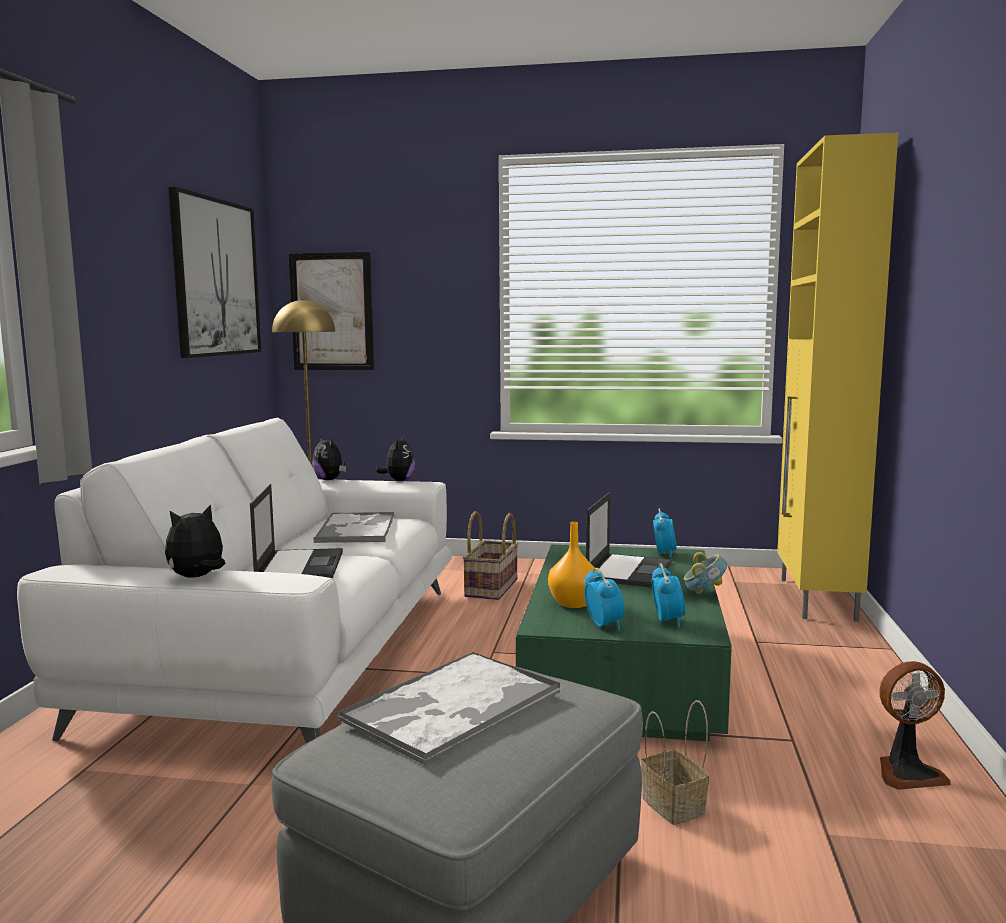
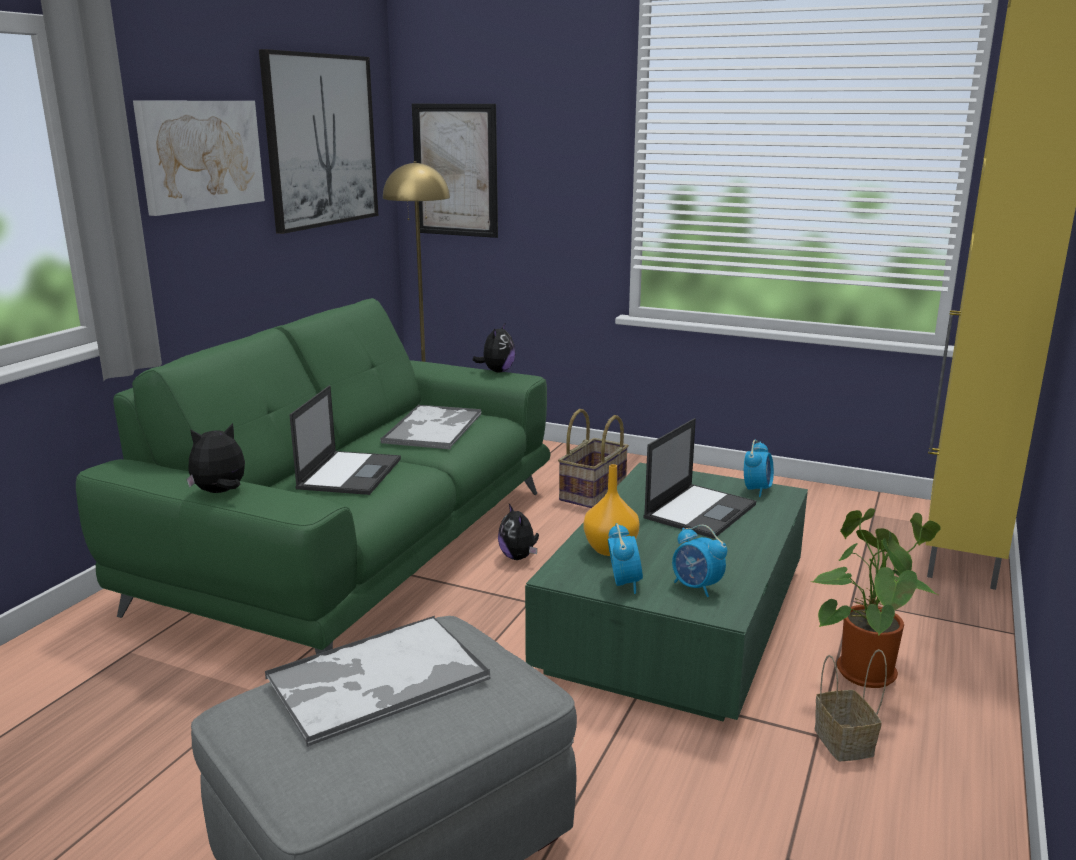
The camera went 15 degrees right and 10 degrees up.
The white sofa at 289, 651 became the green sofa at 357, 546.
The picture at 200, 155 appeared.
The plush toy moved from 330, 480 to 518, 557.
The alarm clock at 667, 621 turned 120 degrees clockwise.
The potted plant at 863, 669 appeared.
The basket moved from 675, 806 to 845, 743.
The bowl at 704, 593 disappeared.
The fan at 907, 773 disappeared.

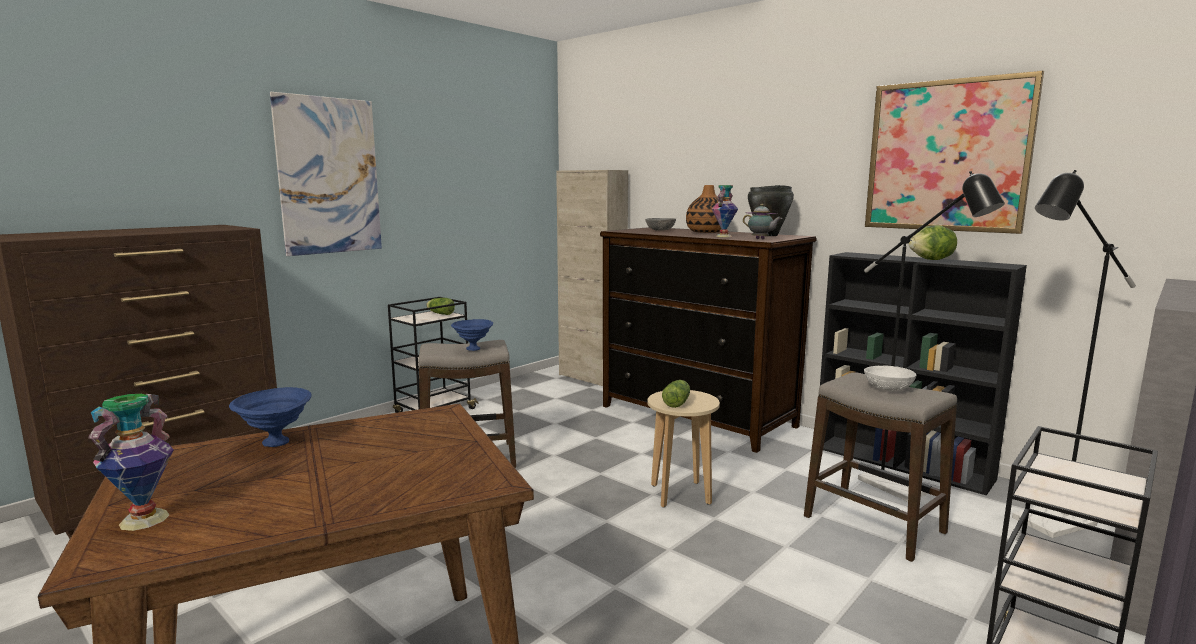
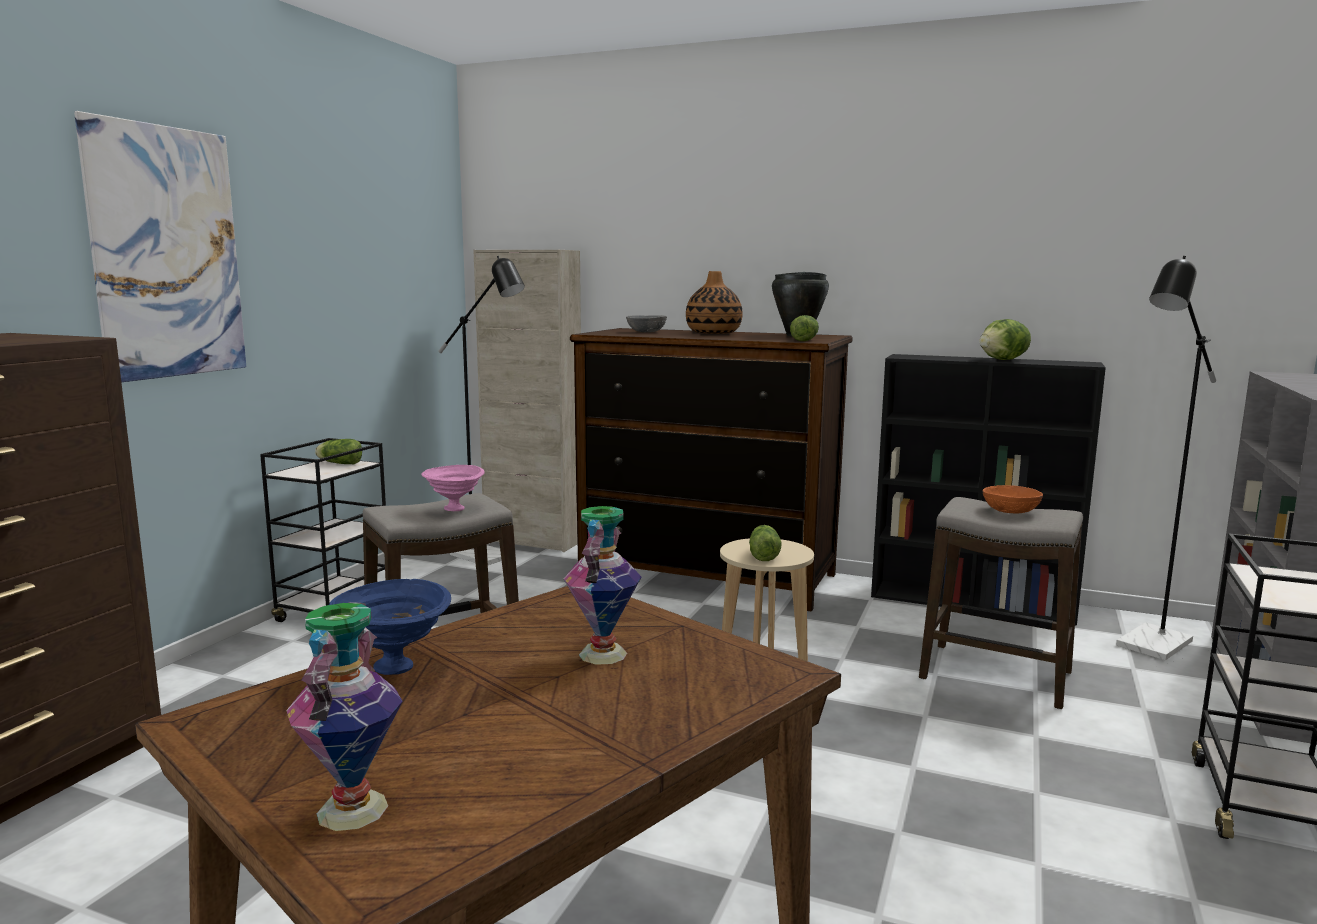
The camera went 20 degrees left and 0 degrees up.
The blue bowl at 473, 349 became the pink bowl at 455, 509.
The black floor lamp moved from 905, 490 to 489, 558.
The vase moved from 724, 236 to 604, 654.
The teapot at 761, 239 was replaced by the lettuce at 805, 340.
The white bowl at 888, 388 became the orange bowl at 1011, 511.
The picture at 947, 156 disappeared.

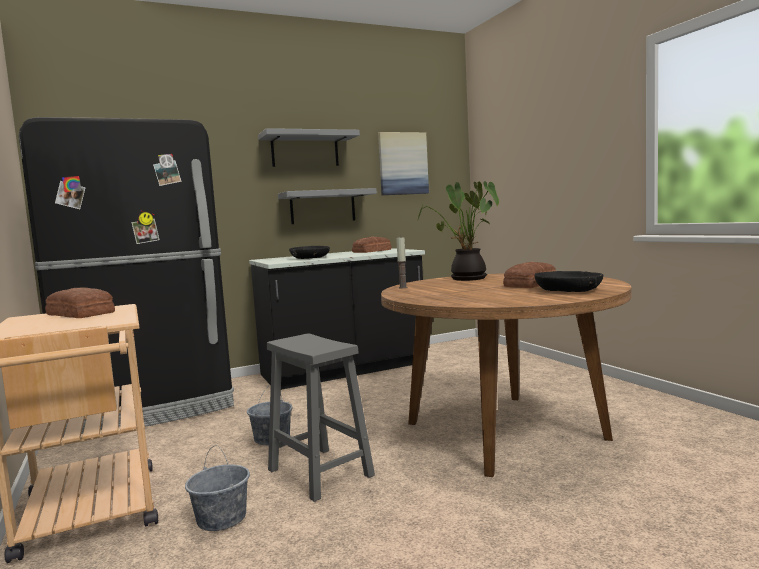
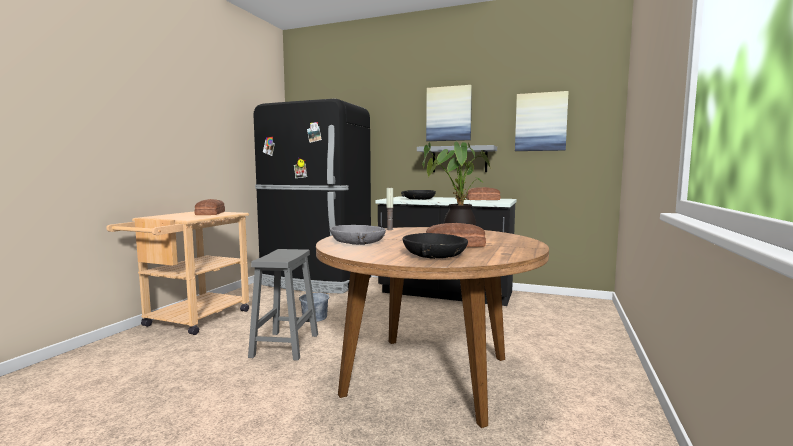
The camera went 45 degrees right and 0 degrees up.
The grey bowl at 358, 242 appeared.
The grey shelf at 305, 150 was replaced by the picture at 448, 114.
The grey bucket at 221, 518 disappeared.

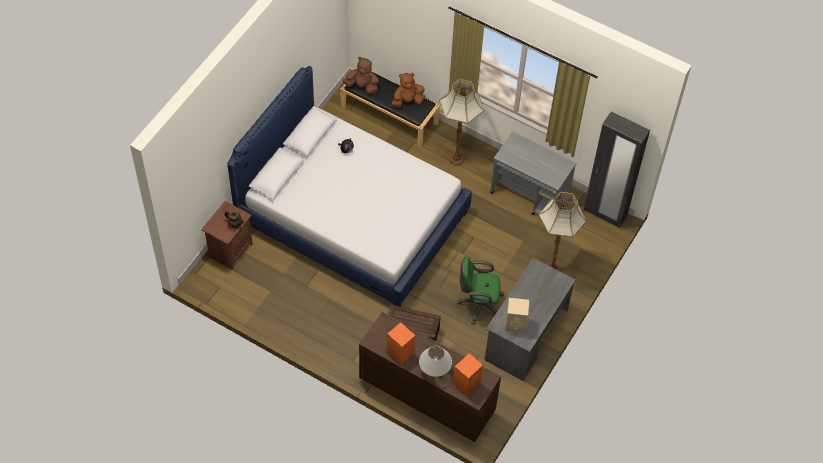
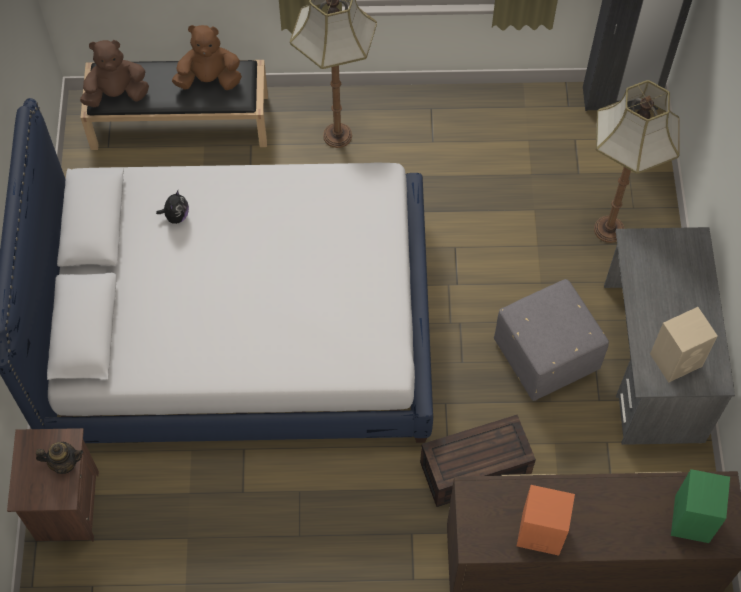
The camera went 30 degrees left and 5 degrees up.
The brown plush toy at 407, 101 turned 45 degrees clockwise.
The green office chair at 479, 305 was replaced by the grey ottoman at 544, 355.
The orange speaker at 467, 382 became the green speaker at 692, 517.
The white table lamp at 434, 370 disappeared.
The grey cart at 530, 196 disappeared.

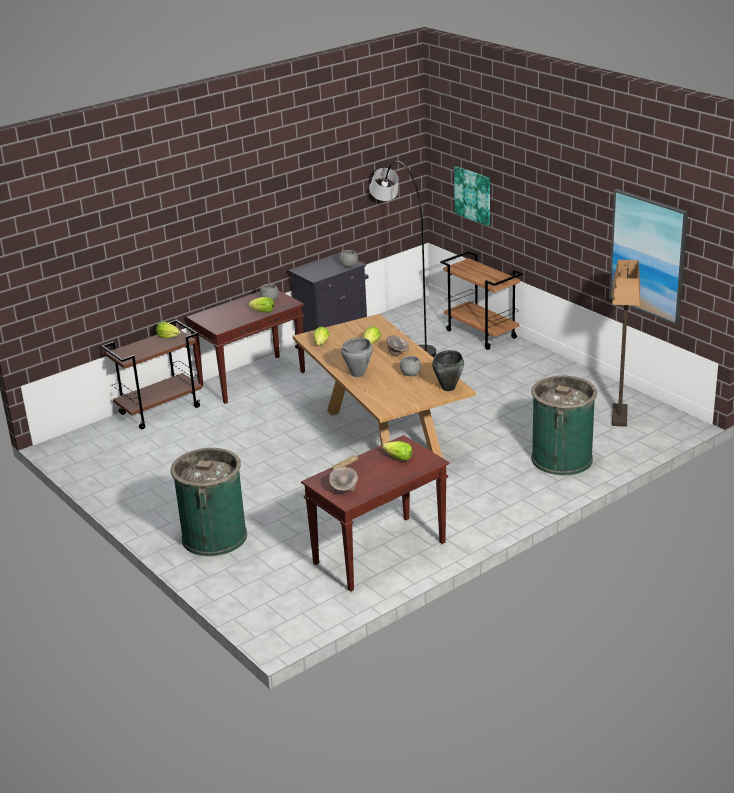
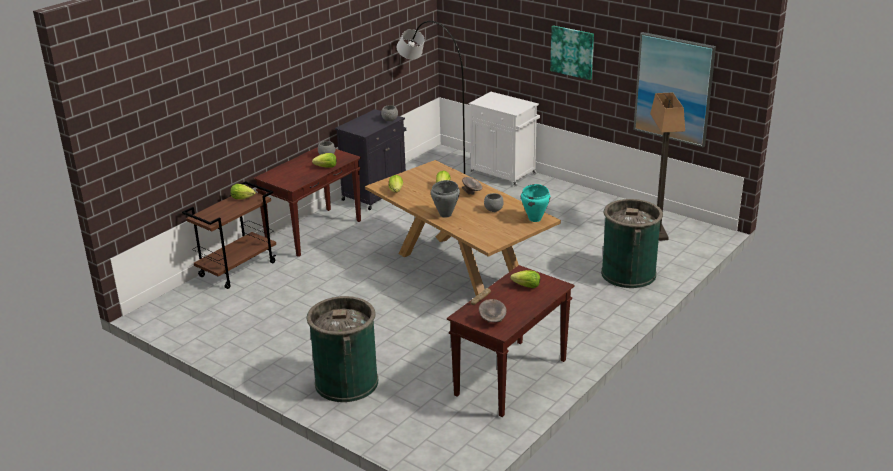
The camera went 15 degrees left and 0 degrees up.
The brown cart at 482, 334 was replaced by the white cabinet at 504, 174.
The black cooking pot at 448, 388 became the turquoise cooking pot at 535, 219.
The picture moved from 473, 195 to 572, 52.

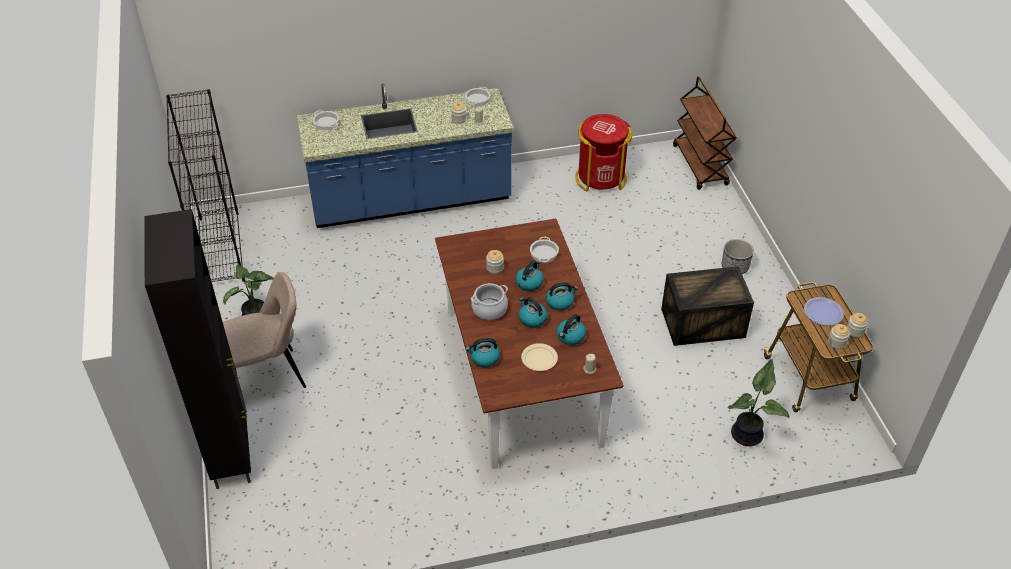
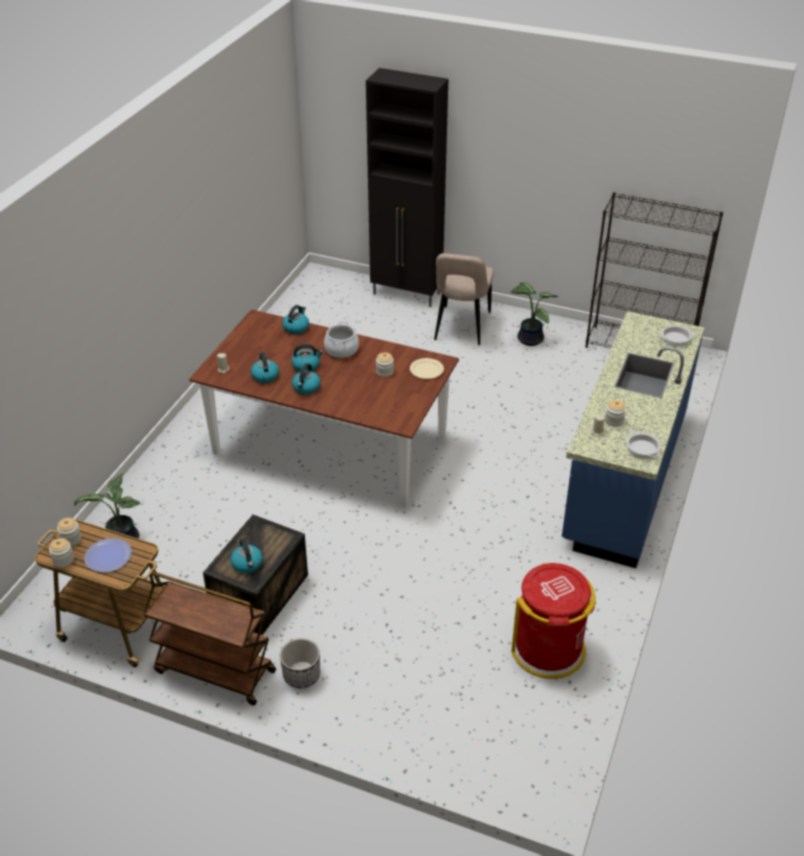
The camera went 125 degrees right and 5 degrees down.
The brown cart moved from 700, 166 to 214, 671.
The kettle moved from 529, 282 to 247, 564.
The beige plate moved from 539, 358 to 426, 370.
The cooking pot at 544, 253 disappeared.

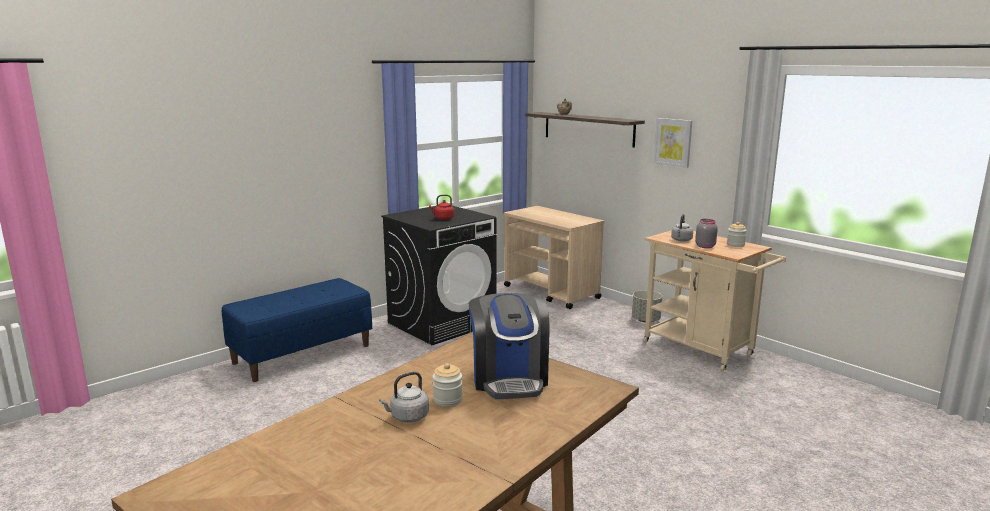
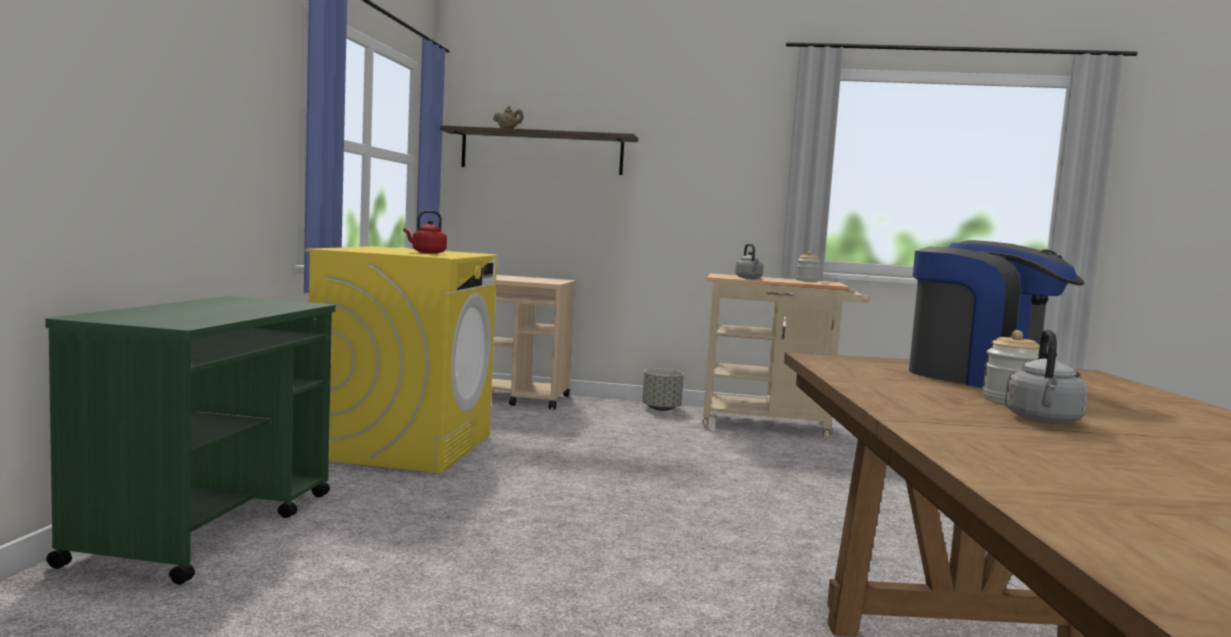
The camera went 40 degrees left and 10 degrees down.
The blue bench at 302, 354 was replaced by the green cart at 209, 526.
The black washing machine at 442, 323 became the yellow washing machine at 404, 446.
The picture at 673, 142 disappeared.
The grey jar at 705, 246 disappeared.

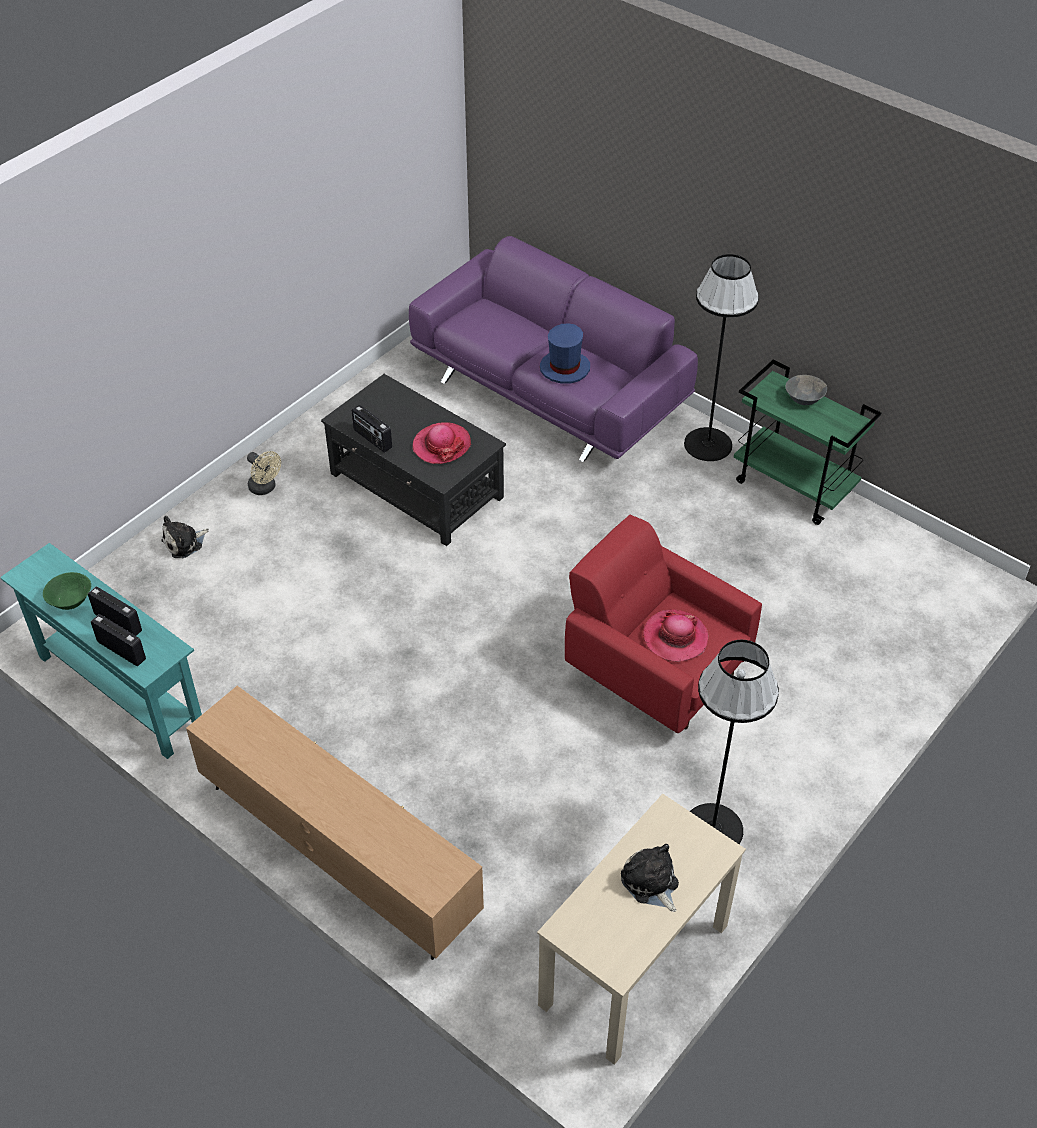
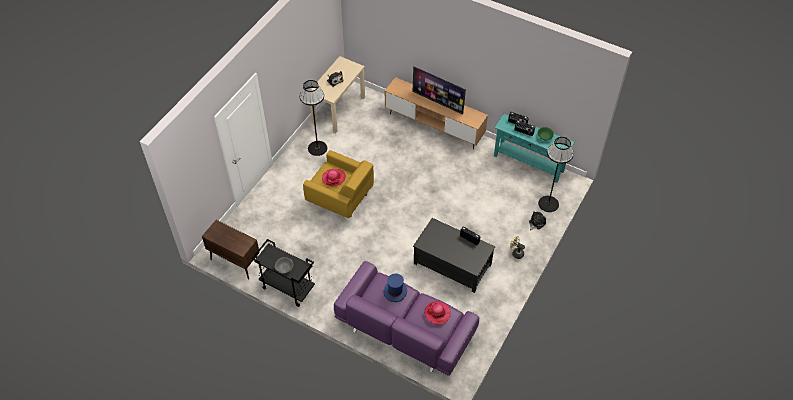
The camera went 170 degrees right and 5 degrees up.
The brown cabinet at 235, 262 appeared.
The green cart at 794, 487 became the black cart at 287, 288.
The red armchair at 655, 668 became the yellow armchair at 341, 198.
The television at 438, 102 appeared.
The hat moved from 441, 445 to 437, 313.
The black floor lamp moved from 708, 444 to 548, 204.

